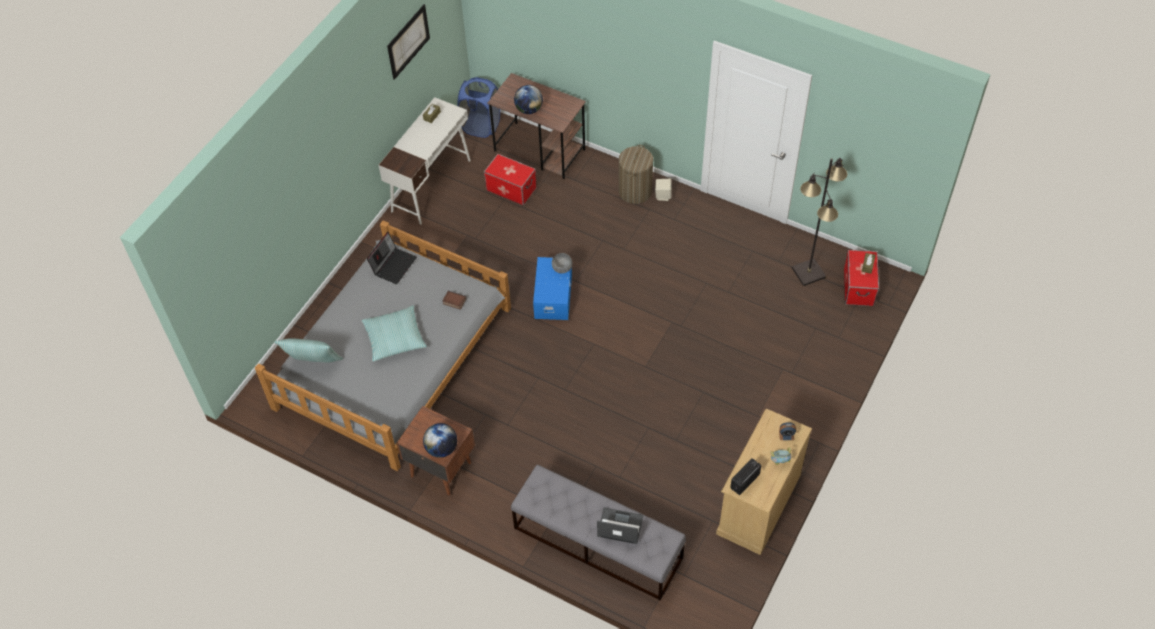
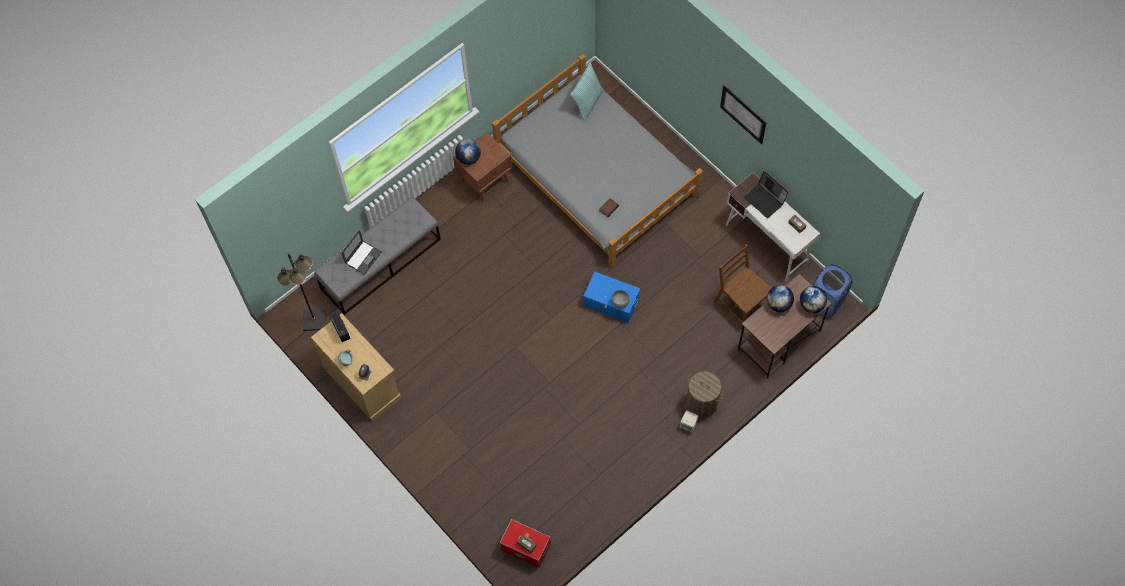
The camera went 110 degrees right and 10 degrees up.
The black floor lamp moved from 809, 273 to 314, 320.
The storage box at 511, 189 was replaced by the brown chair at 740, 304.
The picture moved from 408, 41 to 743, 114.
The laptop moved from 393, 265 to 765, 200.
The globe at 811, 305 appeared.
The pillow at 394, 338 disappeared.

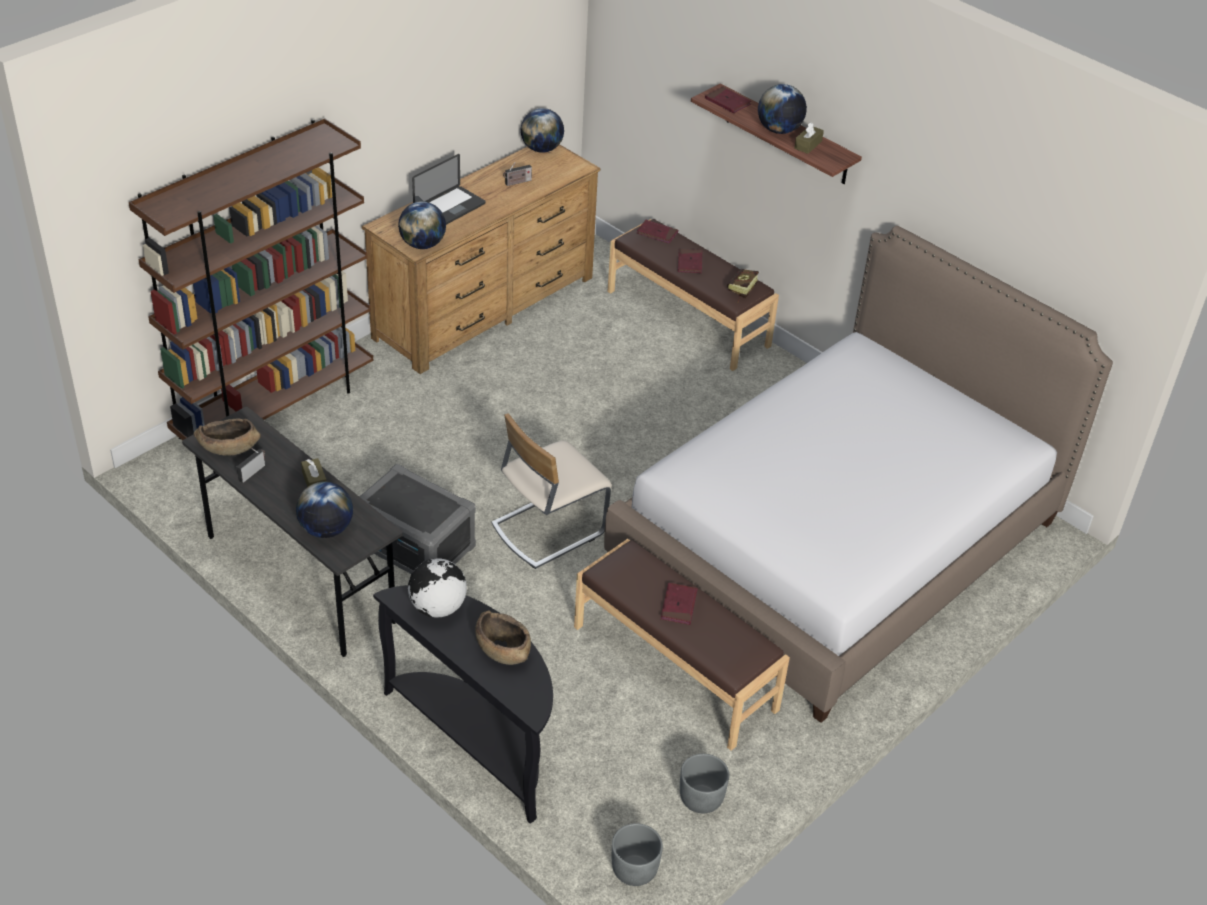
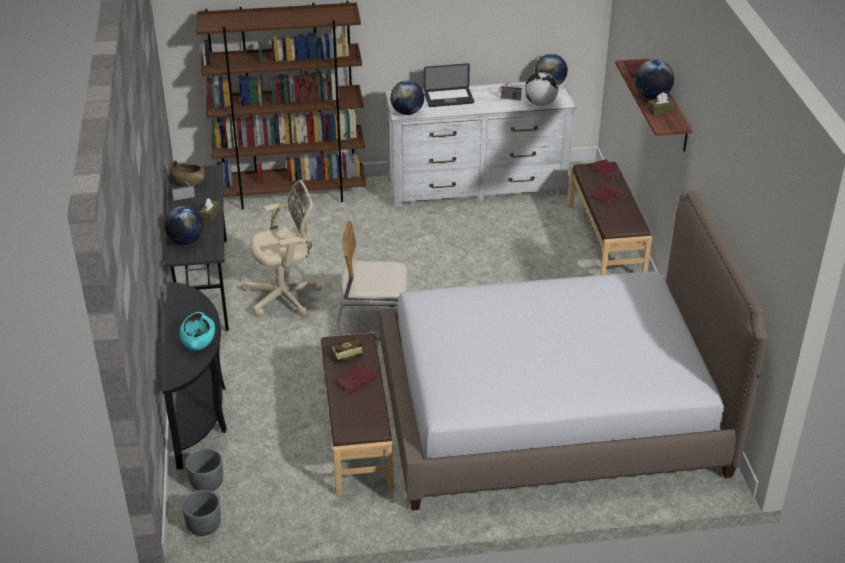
The camera went 40 degrees right and 5 degrees down.
The brown bowl at 502, 648 became the turquoise bowl at 198, 340.
The grey planter moved from 701, 798 to 207, 482.
The grey storage box at 416, 545 was replaced by the beige office chair at 285, 296.
The book moved from 740, 292 to 343, 356.
The brown dresser at 484, 307 became the white dresser at 477, 186.
The globe moved from 437, 608 to 540, 104.

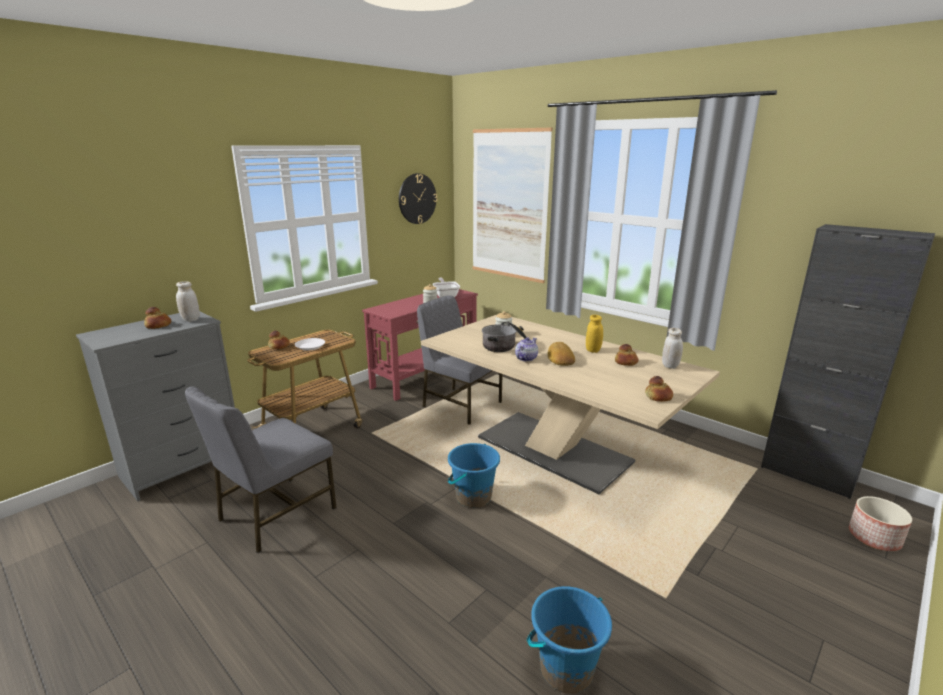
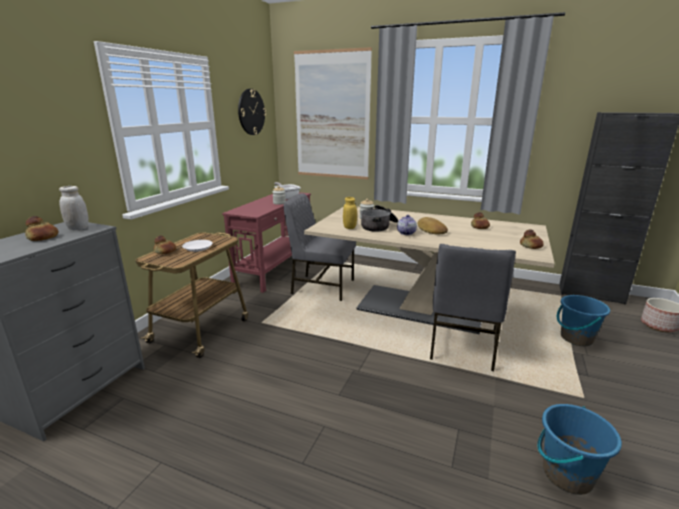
The camera went 20 degrees left and 0 degrees up.
The yellow jar moved from 593, 350 to 349, 227.
The grey chair moved from 275, 514 to 462, 347.
The blue bucket moved from 473, 497 to 576, 338.
The white jar at 670, 366 disappeared.

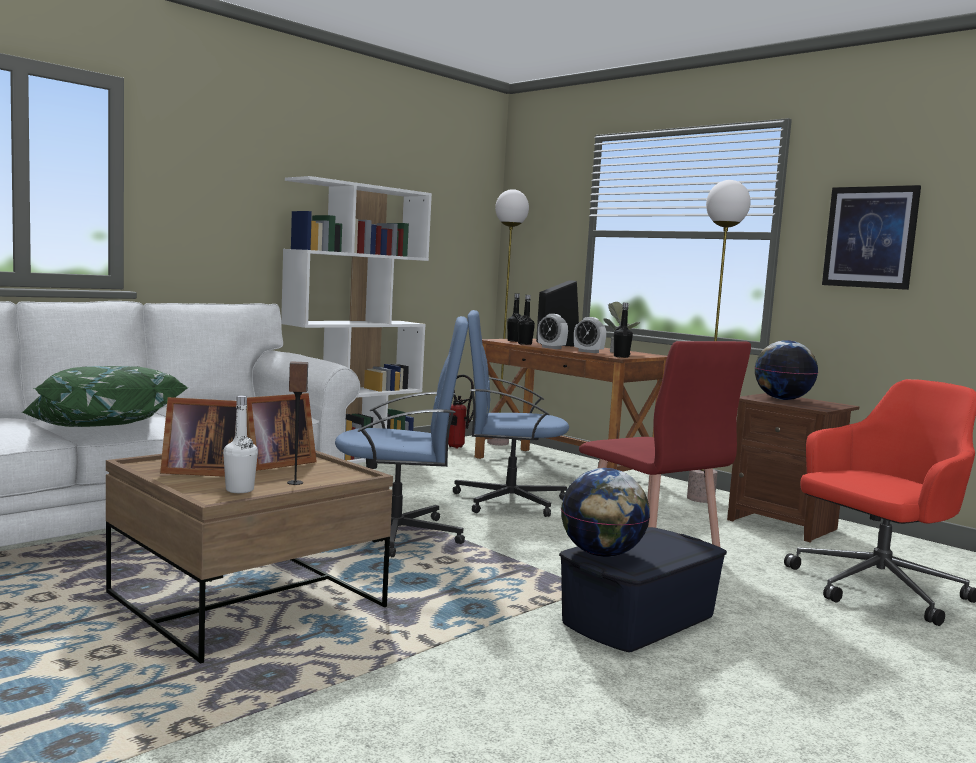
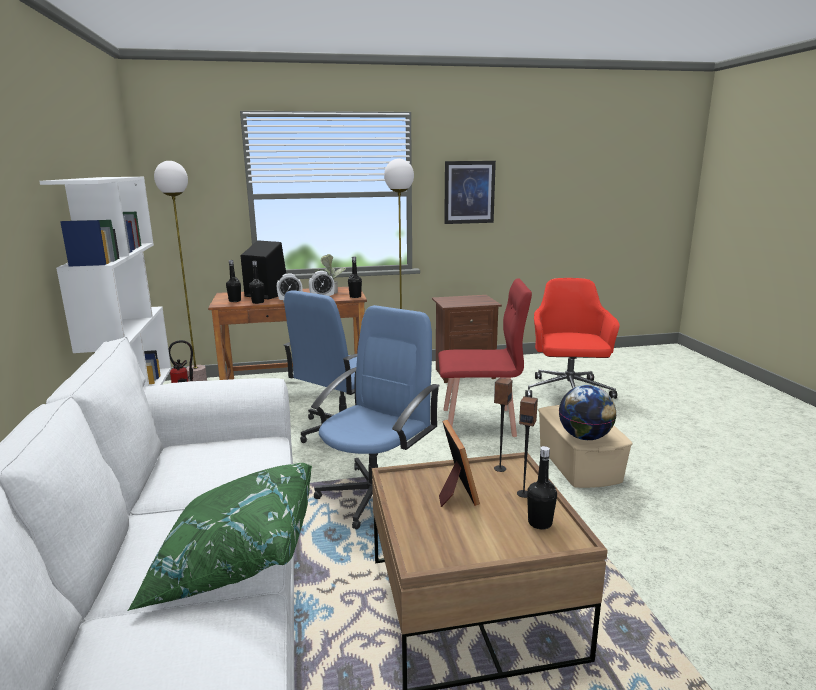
The camera went 55 degrees left and 10 degrees up.
The speaker at 499, 468 appeared.
The white bottle at 239, 490 became the black bottle at 540, 523.
The blue storage box at 638, 619 became the beige storage box at 578, 463.
The picture frame at 201, 472 disappeared.
The globe at 782, 399 disappeared.

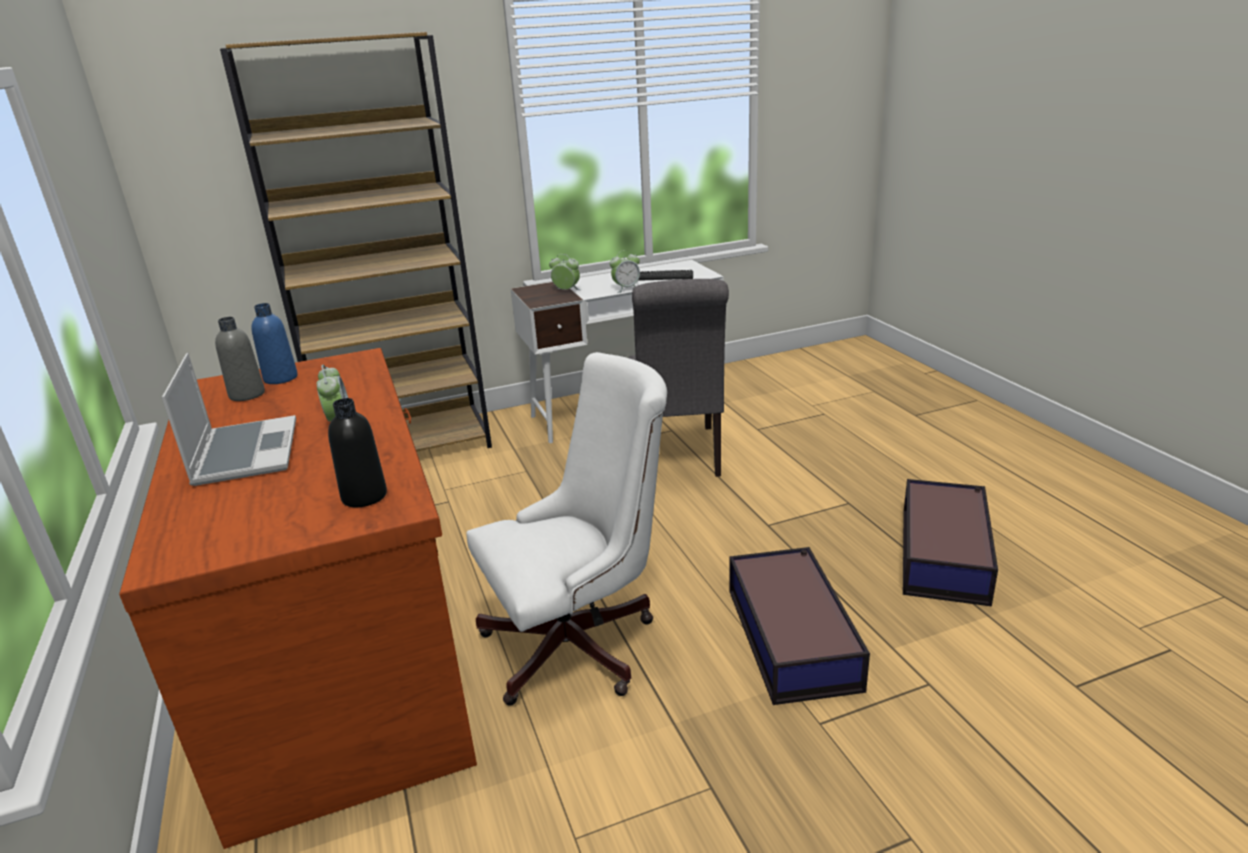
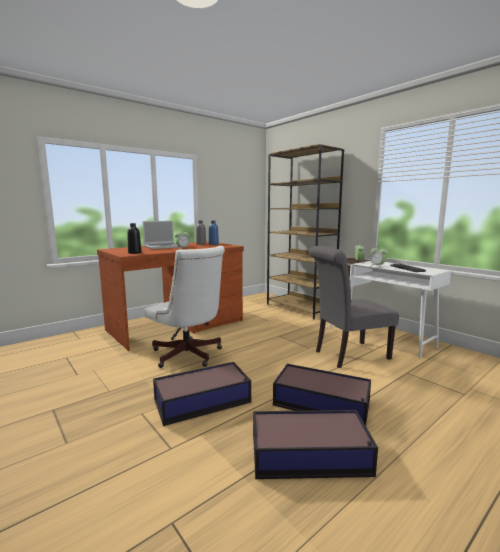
The camera went 70 degrees right and 15 degrees down.
The storage box at 322, 404 appeared.

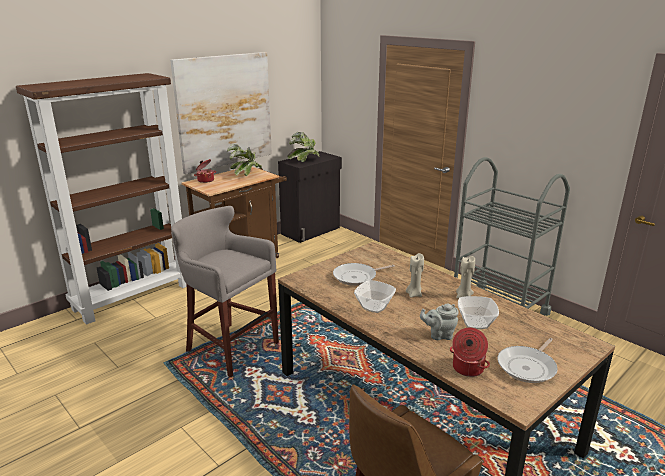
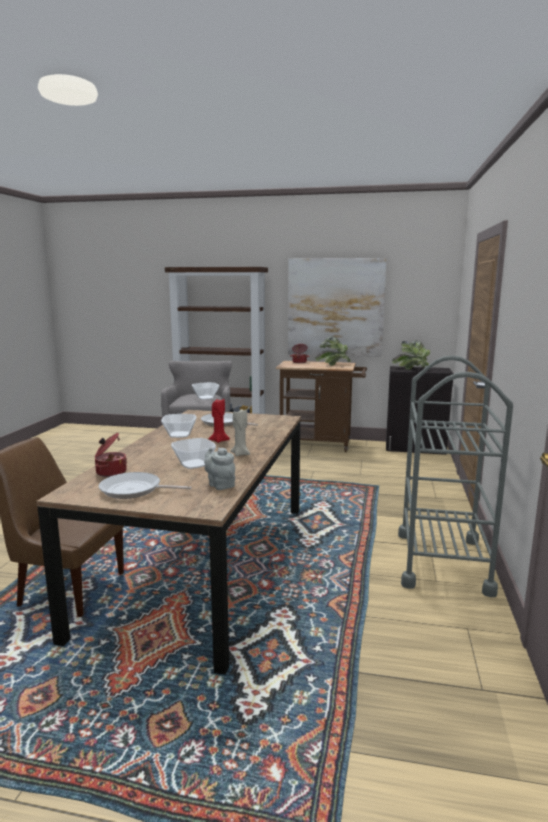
The camera went 55 degrees right and 10 degrees down.
The bowl at 206, 397 appeared.
The grey teapot moved from 439, 335 to 220, 484.
The beige candle at 414, 294 became the red candle at 219, 440.

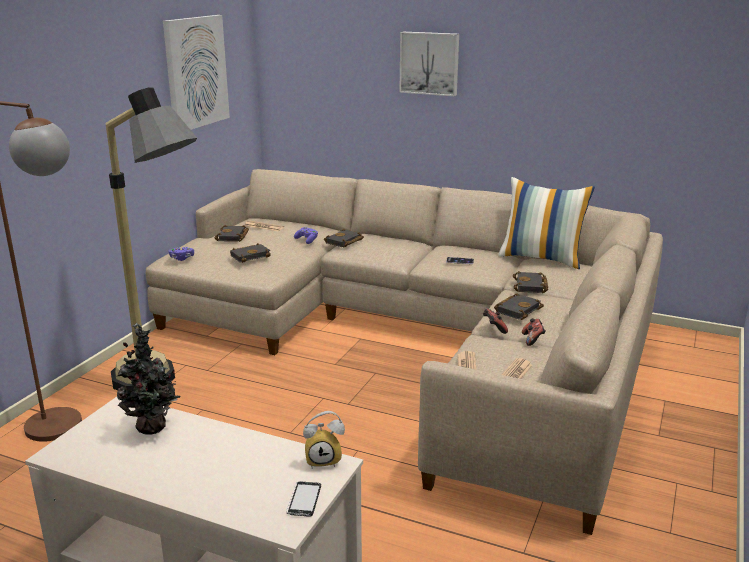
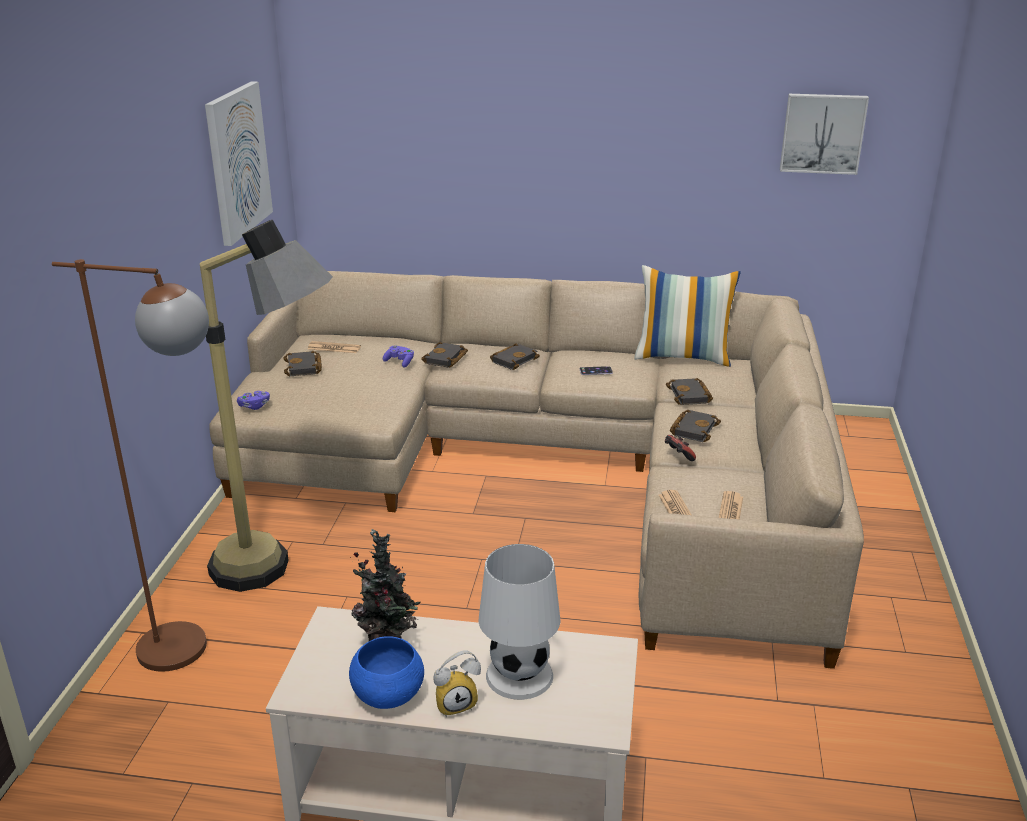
The camera went 15 degrees left and 5 degrees up.
The blue bowl at 387, 696 appeared.
The alarm clock moved from 324, 459 to 456, 703.
The white table lamp at 519, 676 appeared.
The black book moved from 250, 255 to 514, 359.
The picture moved from 429, 63 to 822, 133.
The phone at 304, 500 disappeared.
The game controller at 533, 340 disappeared.

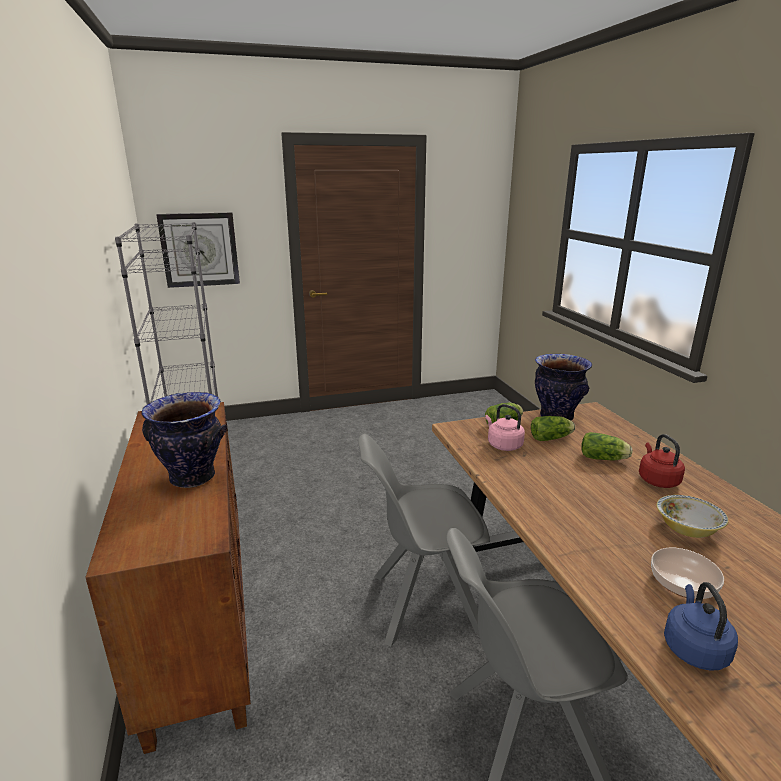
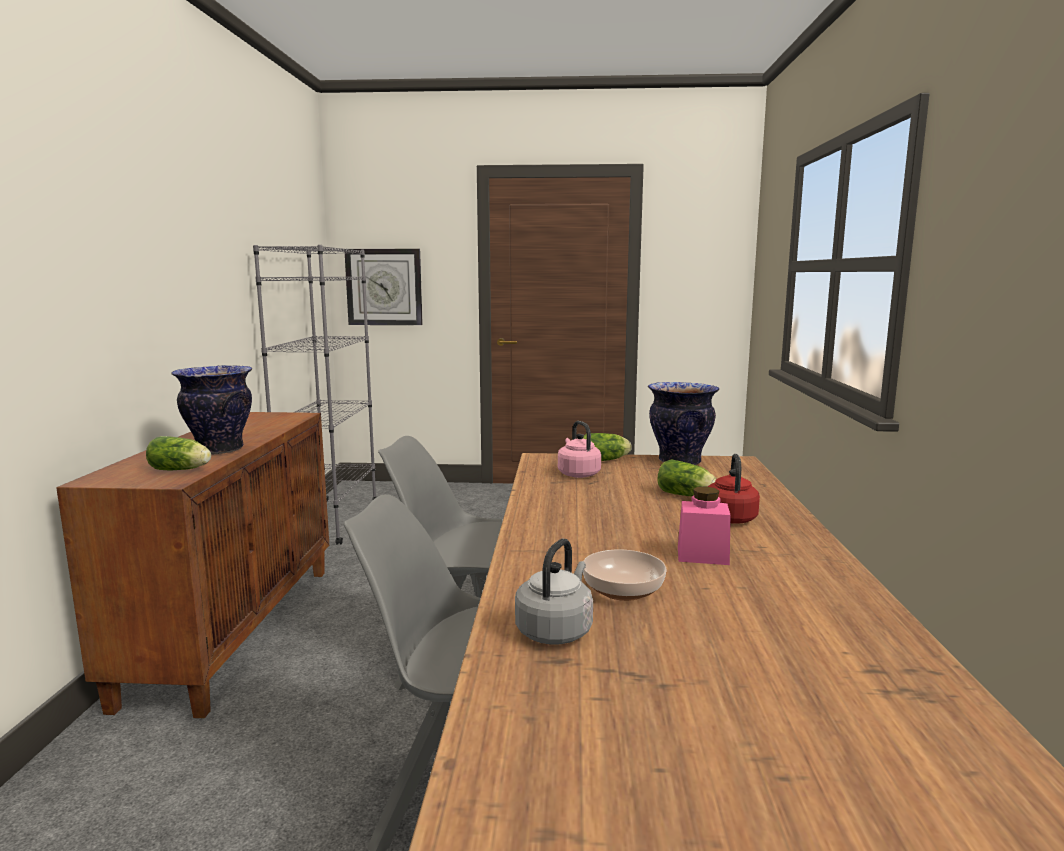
The camera went 20 degrees right and 10 degrees down.
The lettuce moved from 552, 438 to 182, 470.
The blue kettle at 693, 648 became the grey kettle at 556, 630.
The bowl at 687, 529 was replaced by the pink jar at 702, 555.

